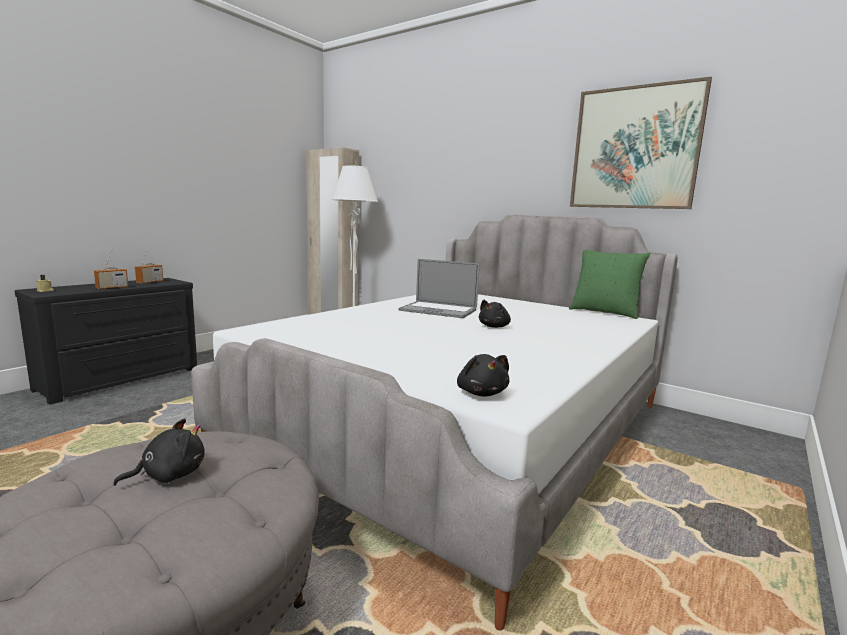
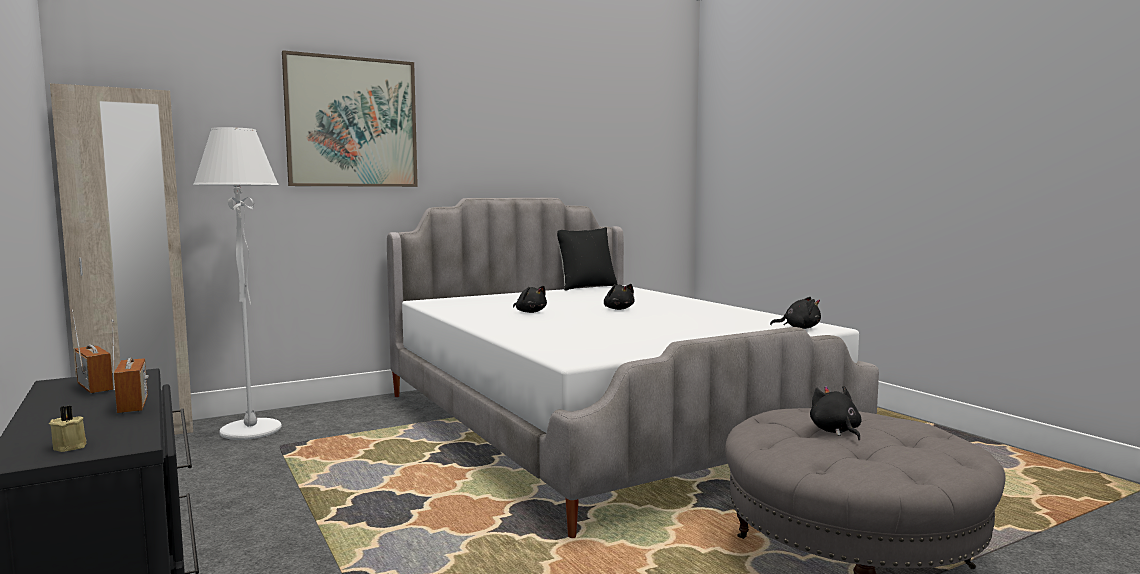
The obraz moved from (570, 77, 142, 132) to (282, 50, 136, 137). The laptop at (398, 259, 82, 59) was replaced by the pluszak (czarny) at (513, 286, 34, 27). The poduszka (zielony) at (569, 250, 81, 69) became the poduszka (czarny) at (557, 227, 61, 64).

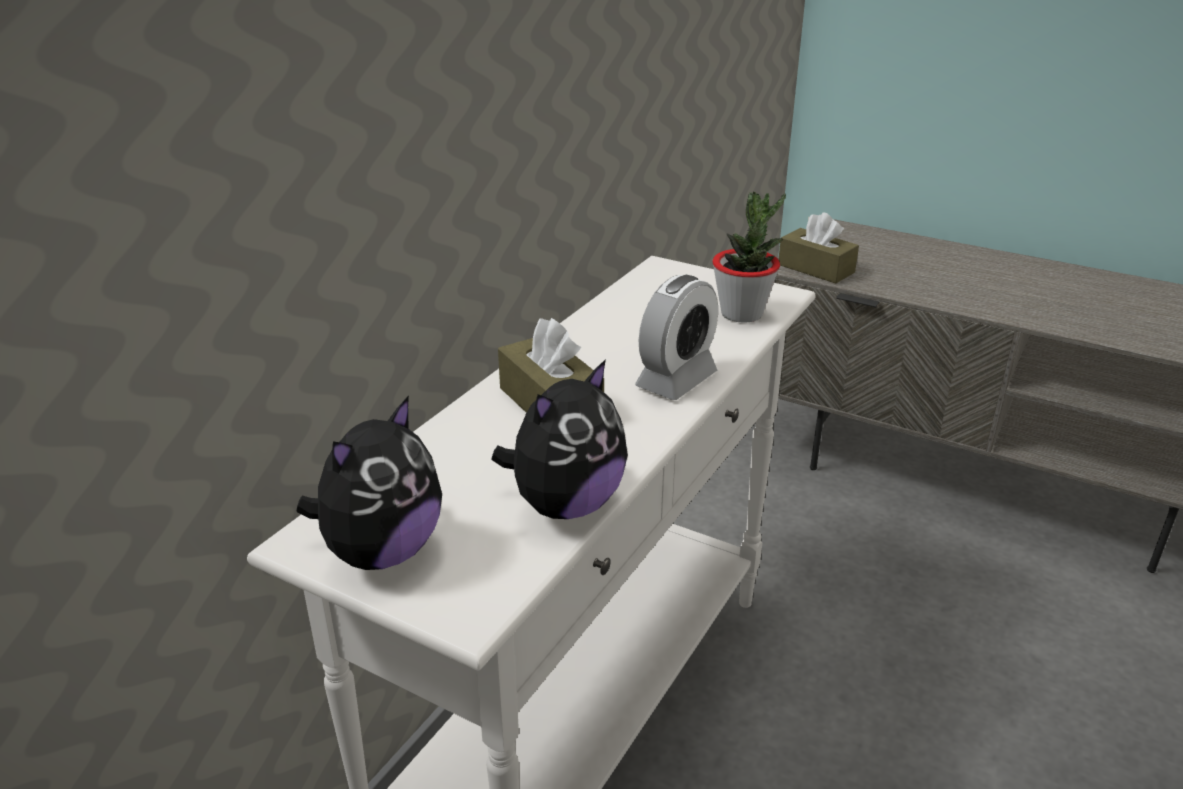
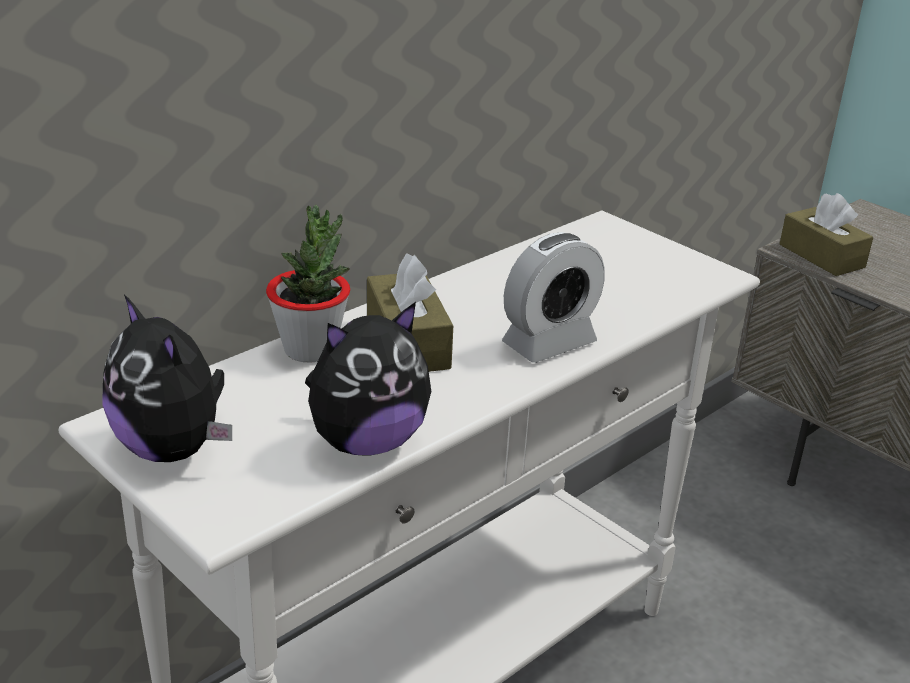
The pluszak at (296, 395, 146, 175) turned 90 degrees clockwise. The roślina doniczkowa moved from (712, 192, 74, 131) to (266, 205, 84, 158).

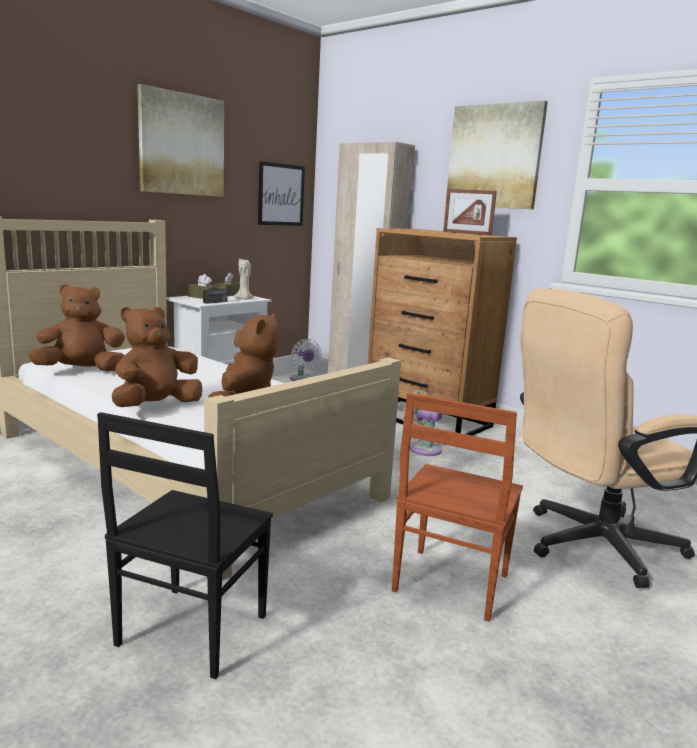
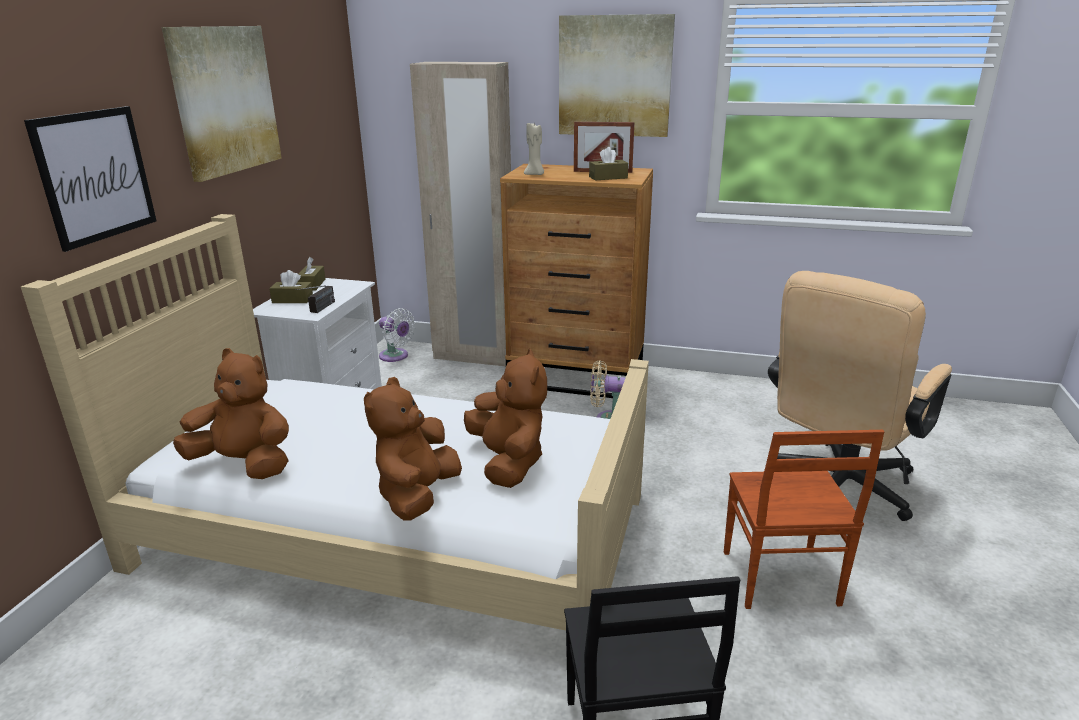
The obraz moved from (258, 161, 47, 65) to (24, 106, 132, 146). The pluszak (brązowy) at (28, 284, 97, 88) turned 60 degrees clockwise. The świeca (beżowy) moved from (234, 259, 20, 41) to (524, 123, 20, 52). The pudełko chusteczek (brązowy) at (589, 147, 39, 33) appeared.

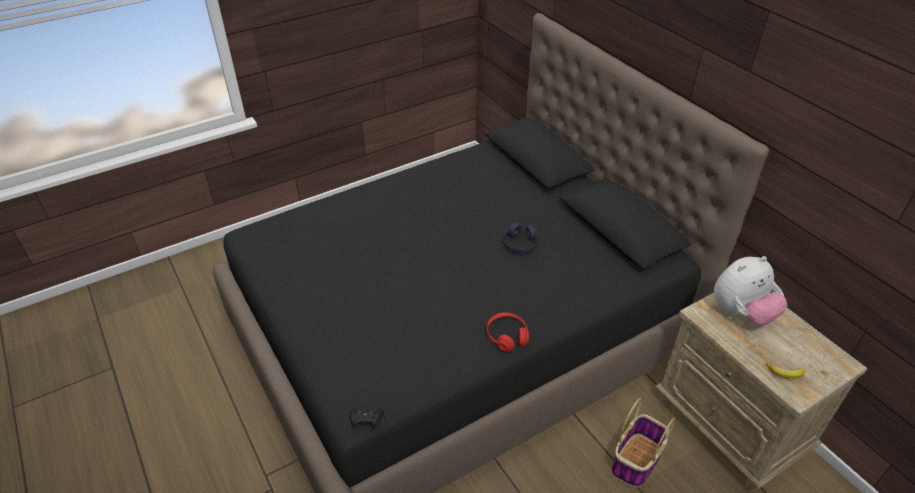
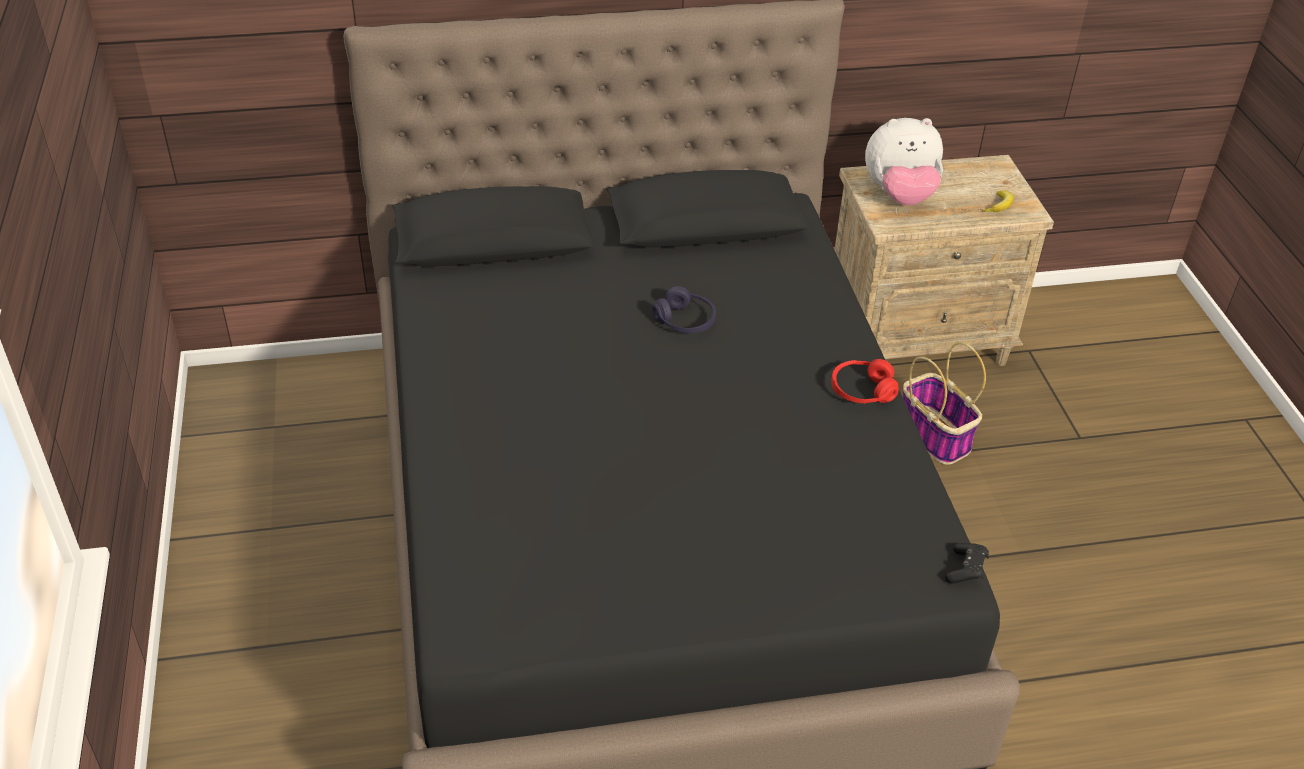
The pluszak at (714, 256, 74, 70) turned 90 degrees clockwise.

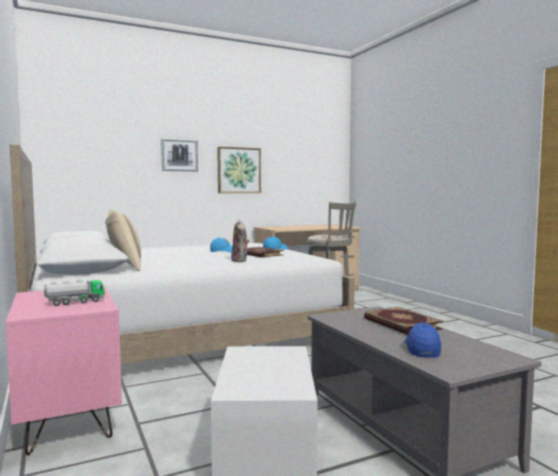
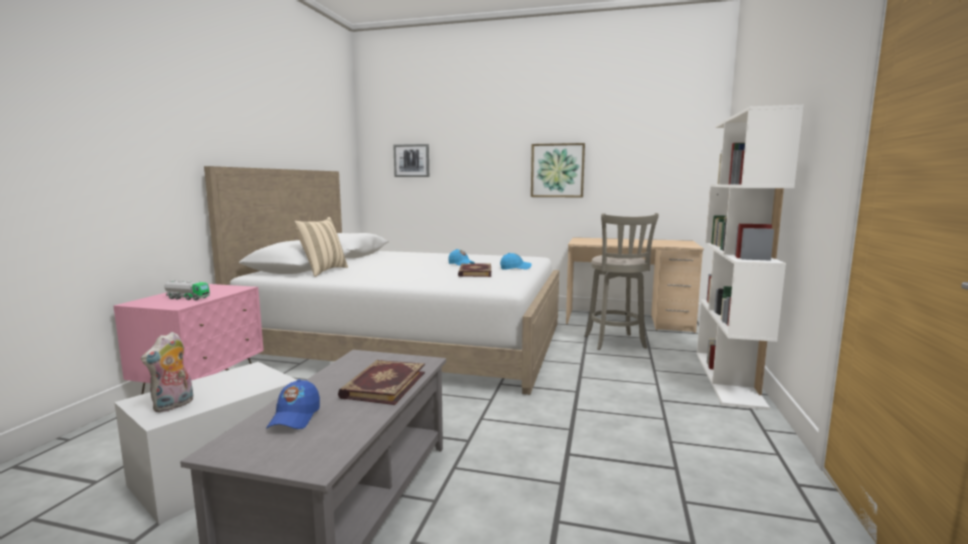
The pluszak moved from (231, 220, 19, 42) to (141, 332, 52, 80). The czapka z daszkiem (niebieski) at (404, 323, 37, 35) turned 135 degrees clockwise. The obraz moved from (161, 138, 37, 33) to (393, 144, 36, 33). The regał (biały) at (697, 105, 107, 305) appeared.

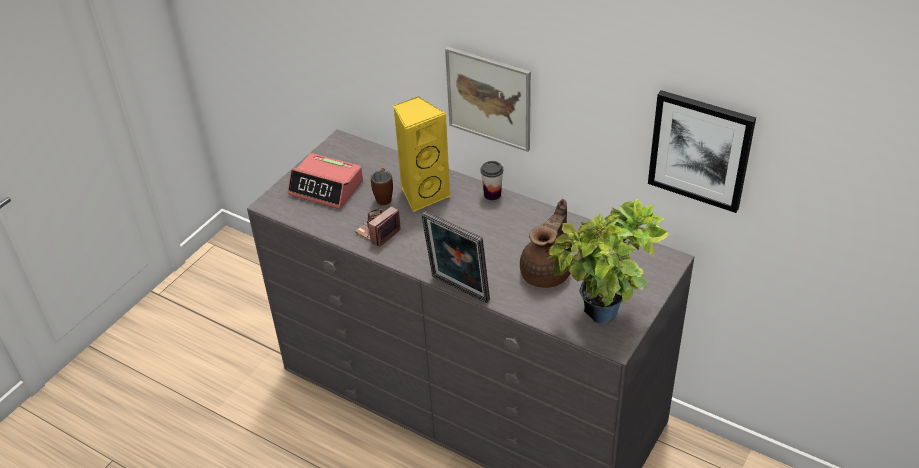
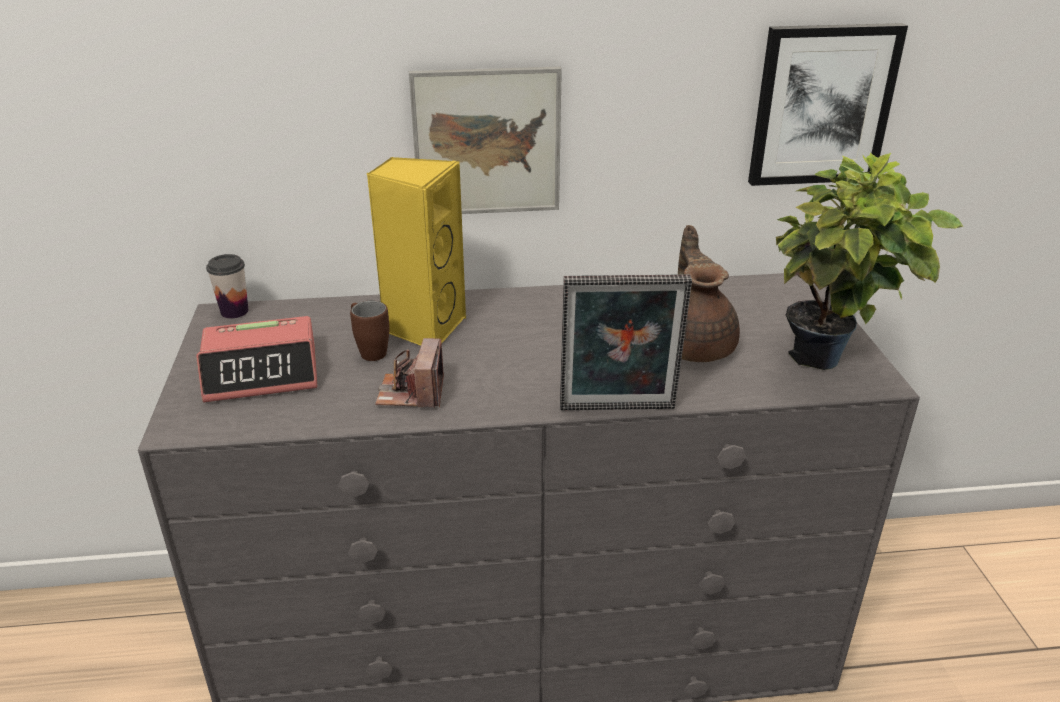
The filiżanka moved from (480, 161, 23, 39) to (206, 254, 42, 64).

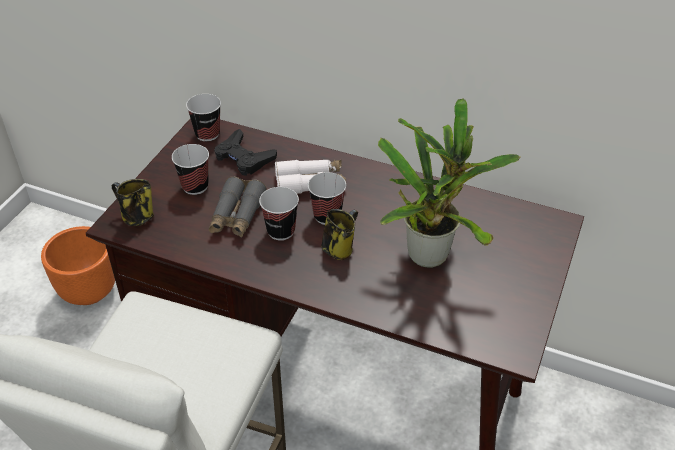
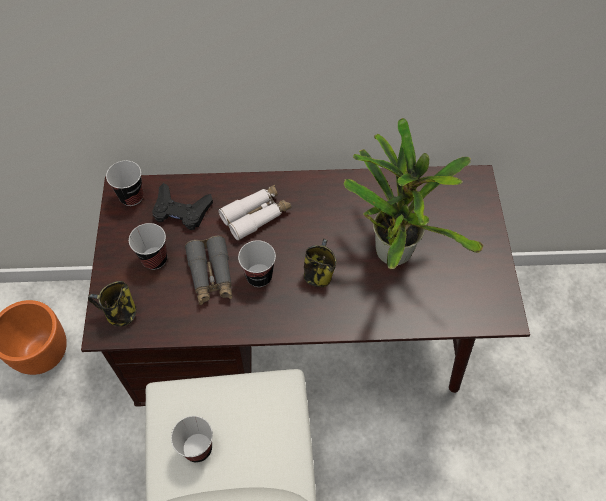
The filiżanka moved from (308, 172, 38, 53) to (171, 416, 42, 47).

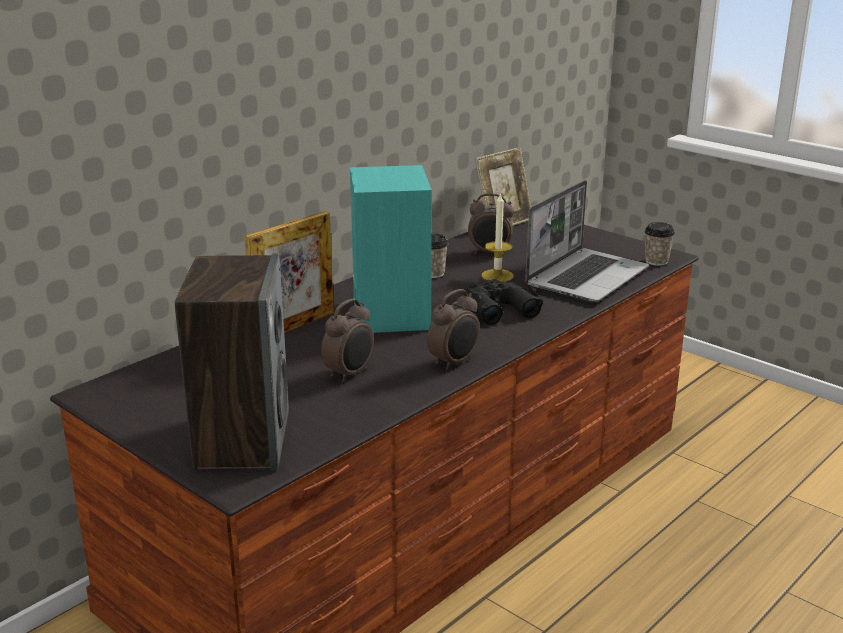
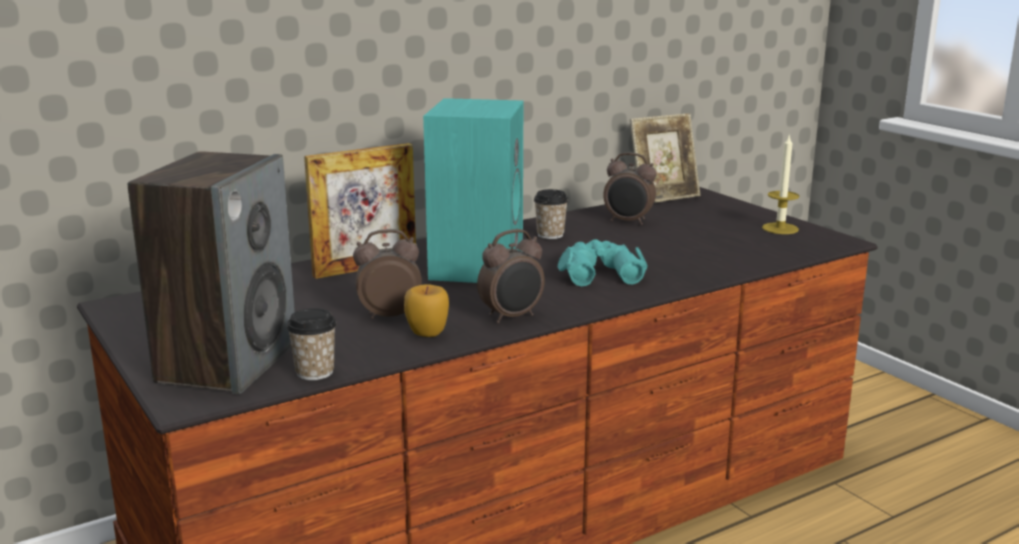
The filiżanka moved from (644, 222, 31, 44) to (287, 308, 49, 72). The budzik at (321, 299, 53, 84) turned 150 degrees counterclockwise. The jabłko at (404, 284, 45, 53) appeared. The lornetka (czarny) at (464, 279, 79, 46) became the lornetka (turkusowy) at (558, 239, 90, 47). The świeca moved from (482, 192, 32, 90) to (762, 136, 37, 98). The laptop at (525, 180, 124, 122) disappeared.

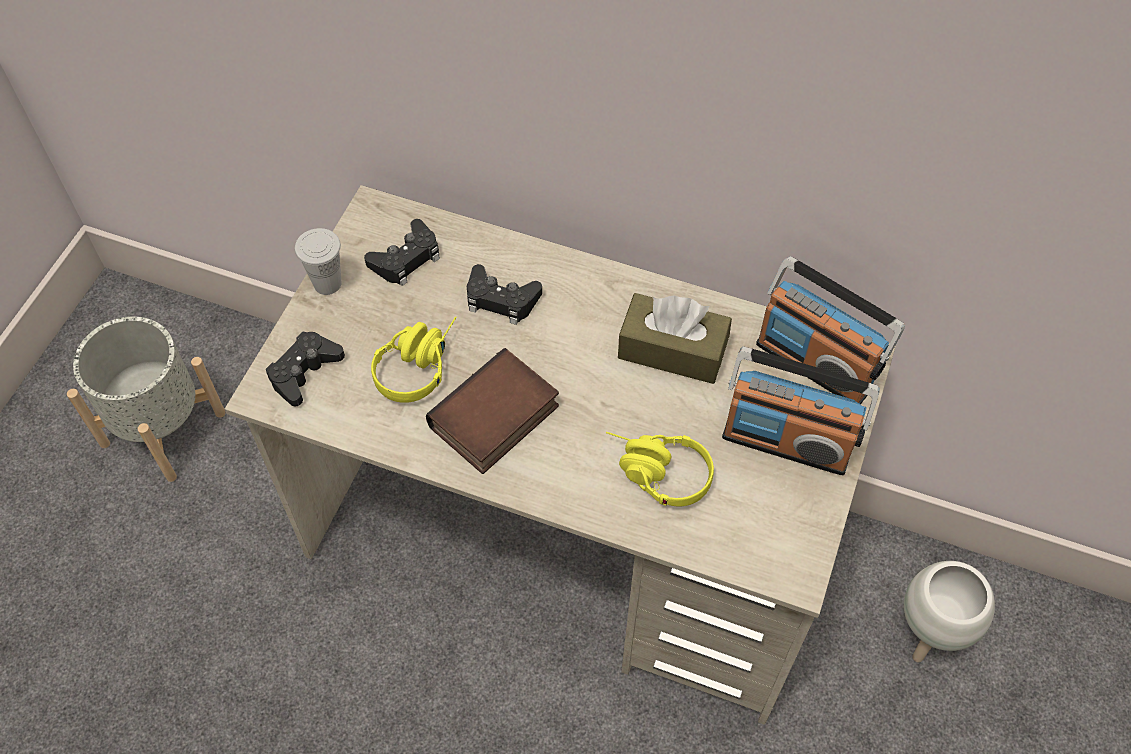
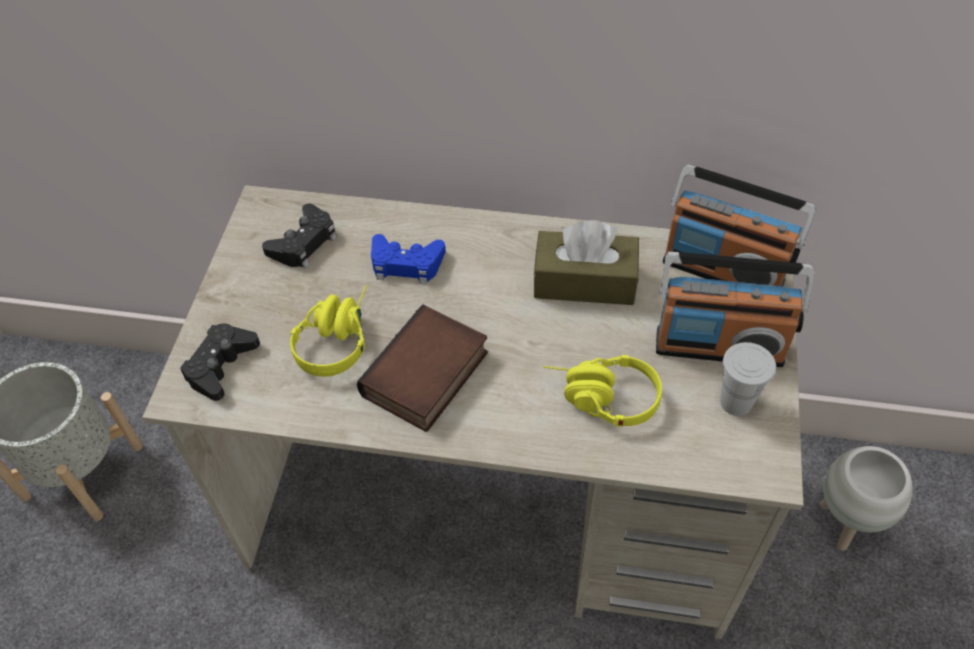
The pad do gier (czarny) at (467, 264, 75, 61) became the pad do gier (niebieski) at (371, 234, 75, 51). The filiżanka (biały) moved from (295, 228, 47, 67) to (720, 342, 56, 74).

